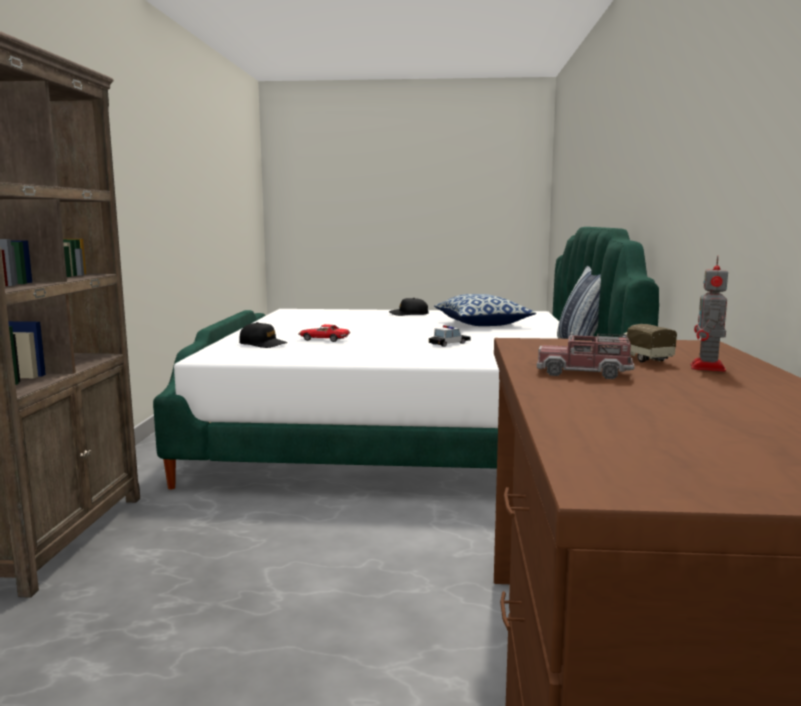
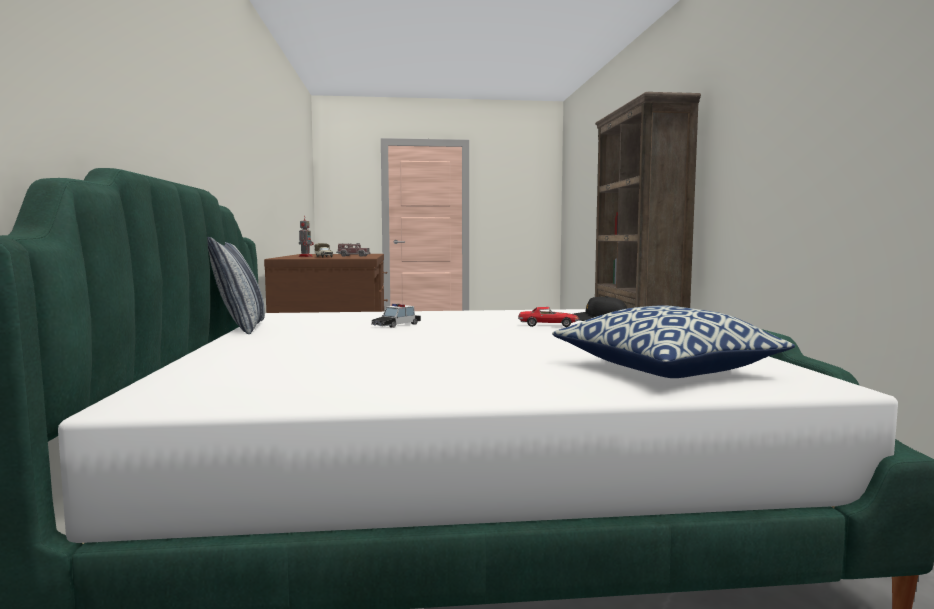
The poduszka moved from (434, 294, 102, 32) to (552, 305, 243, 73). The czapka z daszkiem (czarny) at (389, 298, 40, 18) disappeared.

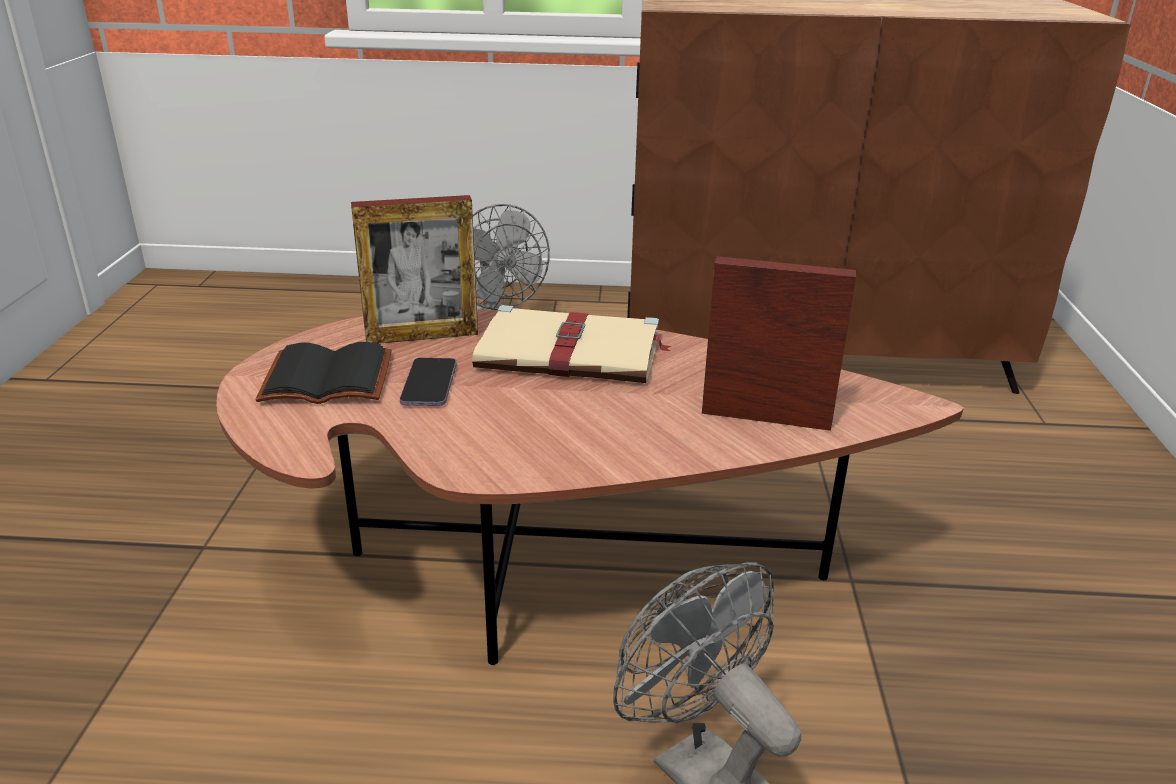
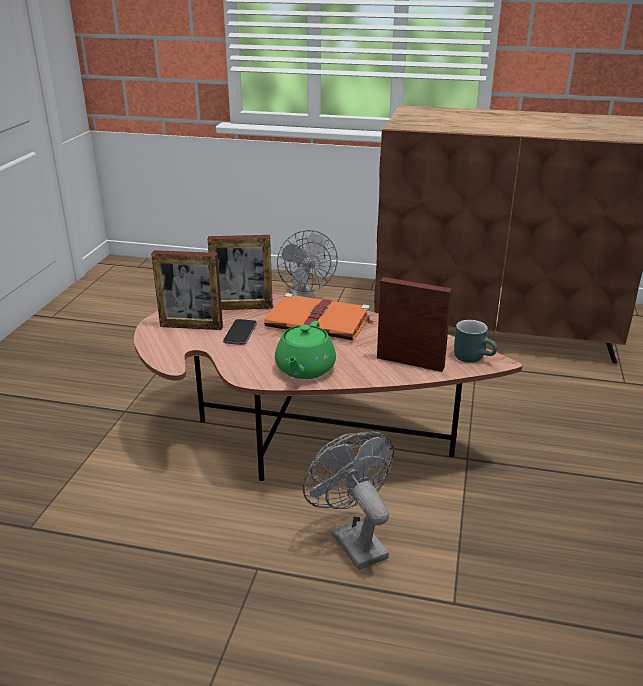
The książka (czarny) at (255, 342, 137, 62) was replaced by the ramka na zdjęcie at (151, 250, 72, 80). The książka (beżowy) at (472, 305, 199, 78) became the książka (pomarańczowy) at (264, 293, 111, 47). The imbryk (zielony) at (275, 321, 61, 58) appeared. The kubek (turkusowy) at (454, 320, 43, 43) appeared.

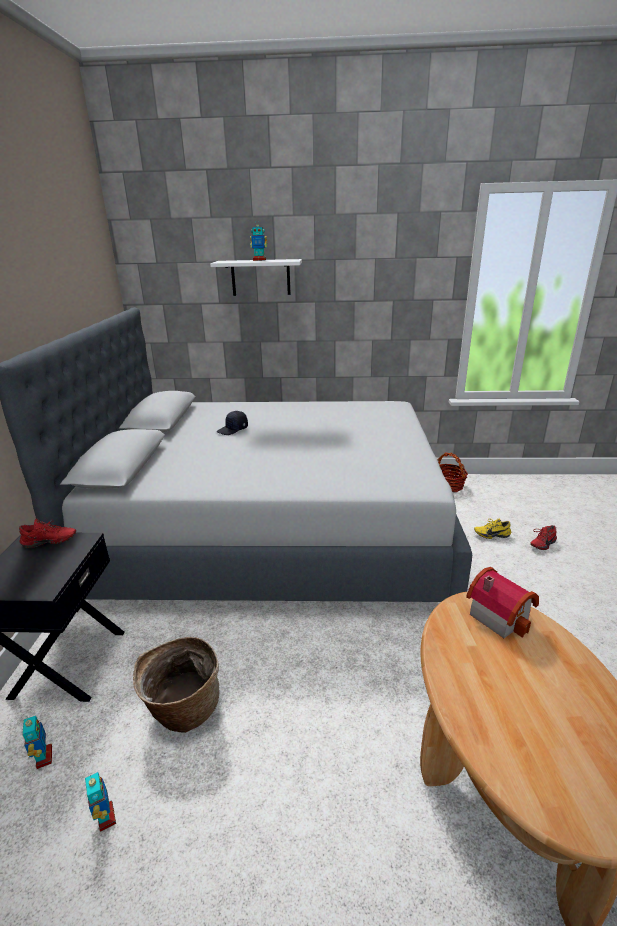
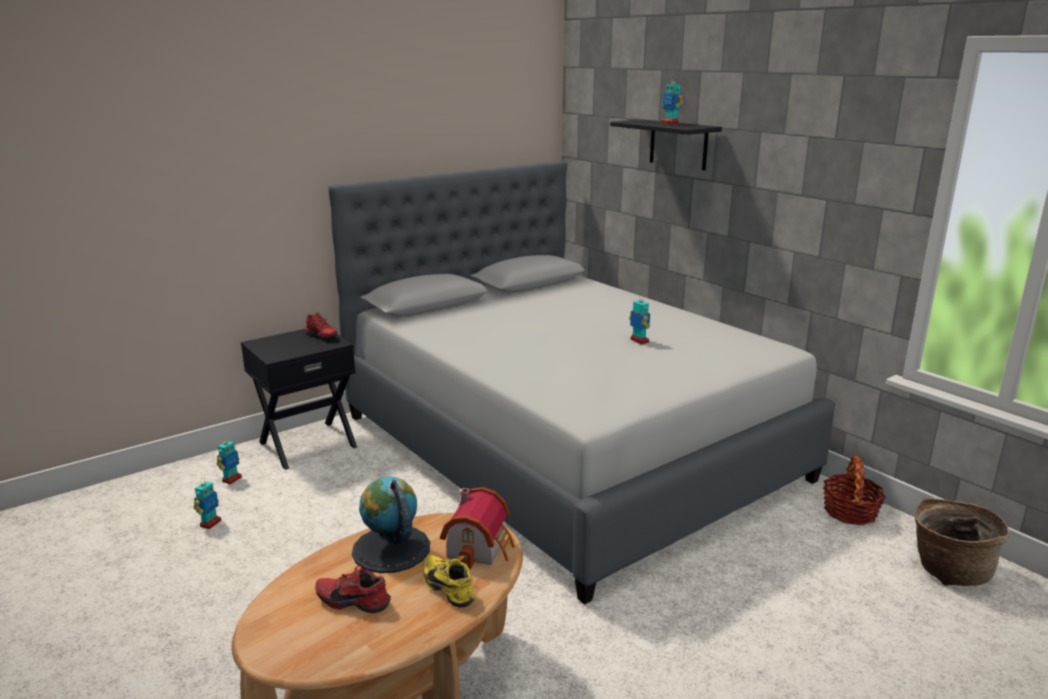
The but (czerwony) moved from (530, 525, 27, 25) to (315, 565, 76, 48). The globus at (352, 476, 78, 97) appeared. The but (żółty) moved from (474, 518, 37, 21) to (423, 555, 53, 53). The półka (biały) at (210, 259, 92, 37) became the półka (czarny) at (610, 119, 112, 51). The robot zabawkowy at (629, 295, 21, 49) appeared. The koszyk moved from (133, 637, 87, 96) to (914, 497, 95, 89). The czapka z daszkiem (czarny) at (217, 411, 31, 24) disappeared.

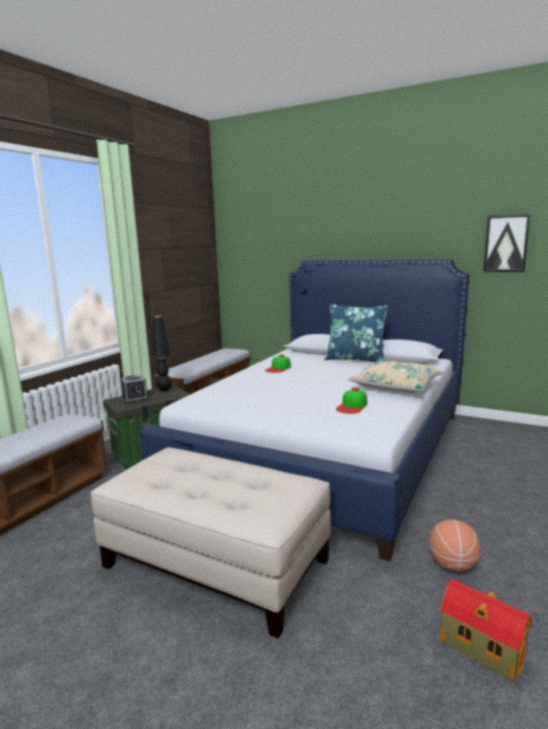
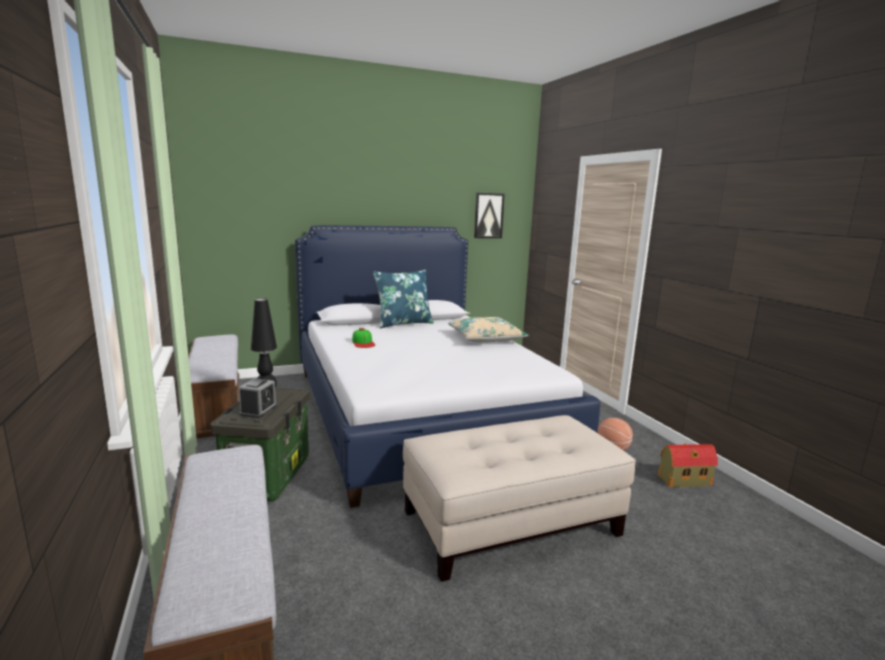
The czapka z daszkiem at (336, 388, 31, 26) disappeared.

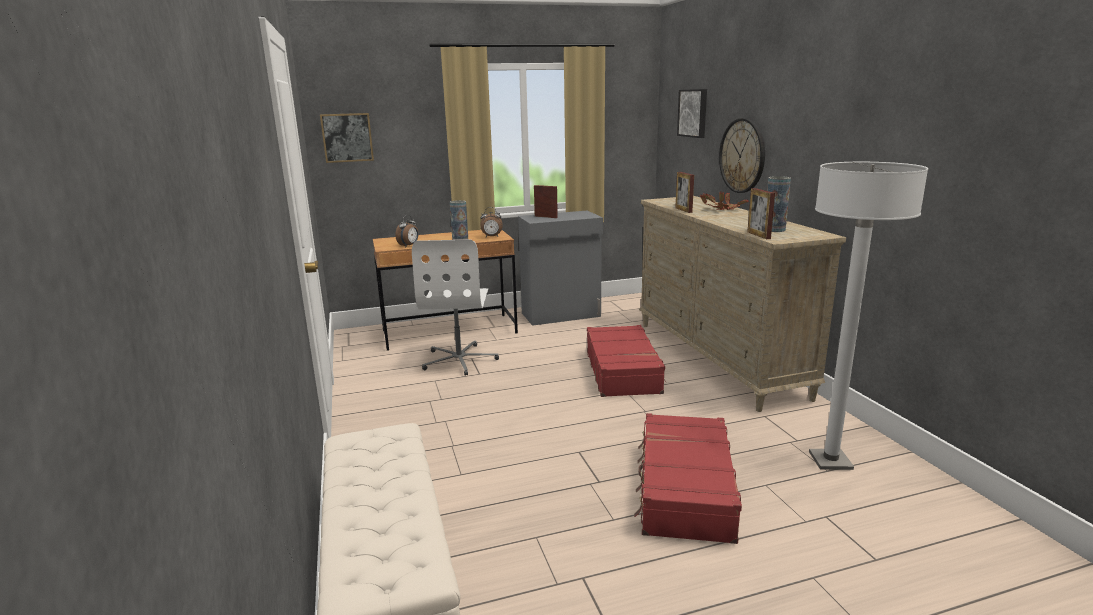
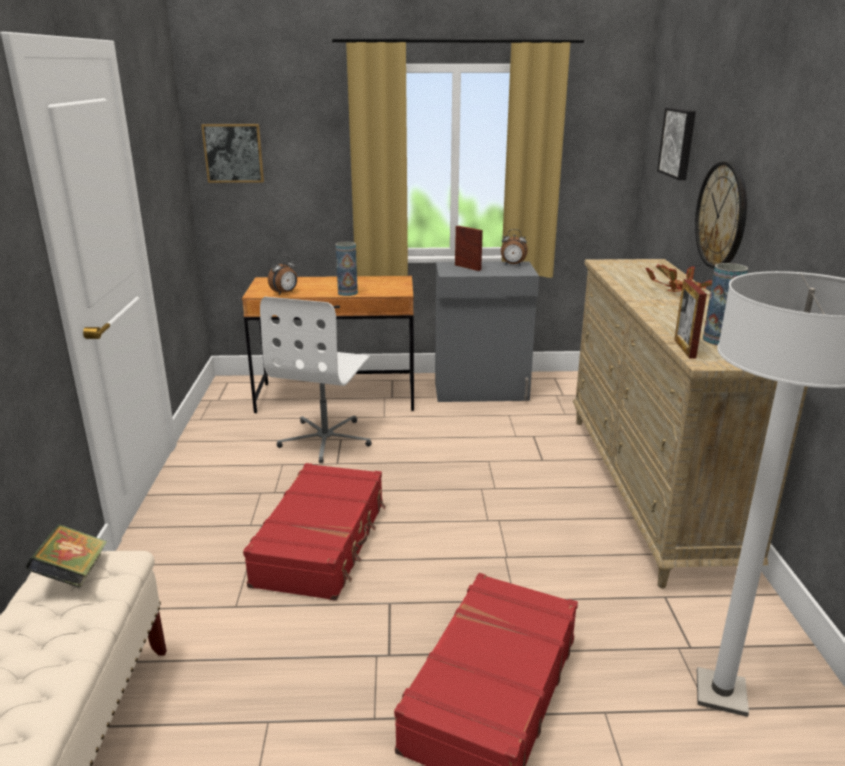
The książka at (25, 525, 82, 63) appeared. The walizka (czerwony) moved from (587, 325, 80, 72) to (243, 463, 143, 138). The budzik moved from (480, 207, 23, 30) to (501, 229, 27, 36). The ramka na zdjęcie at (675, 172, 19, 41) disappeared.

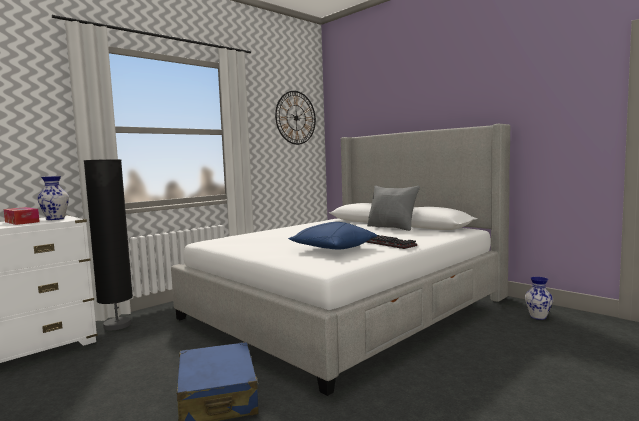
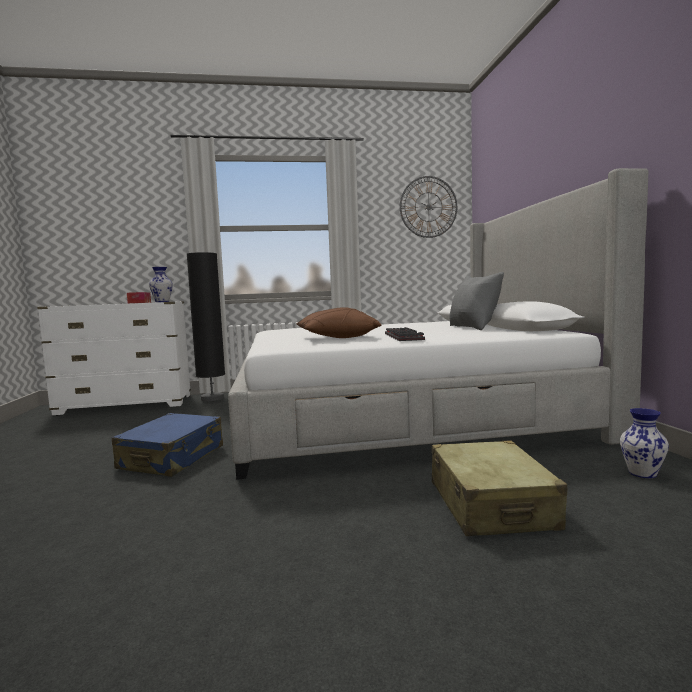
The poduszka (niebieski) at (288, 222, 89, 27) became the poduszka (brązowy) at (296, 307, 85, 31). The walizka (beżowy) at (432, 440, 135, 96) appeared.

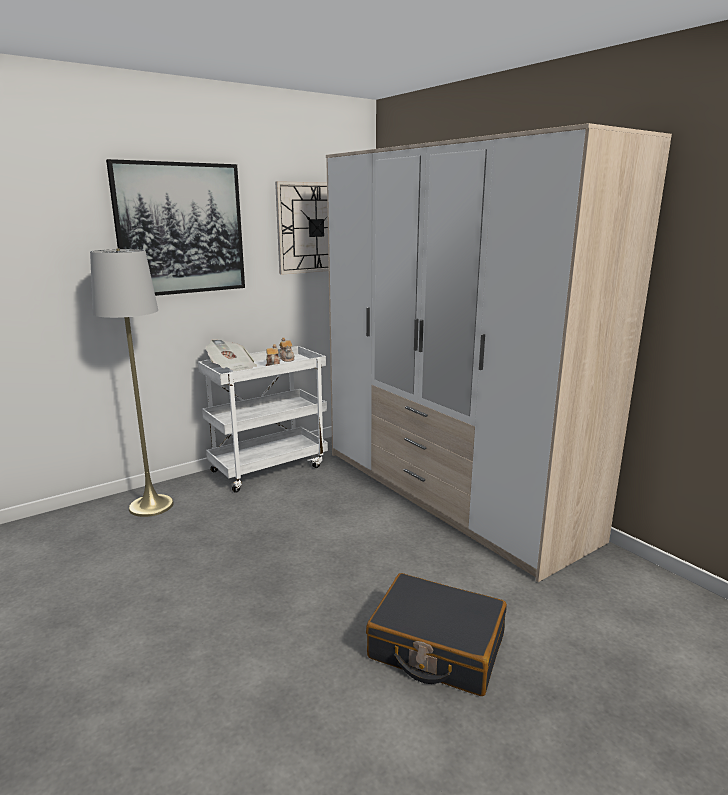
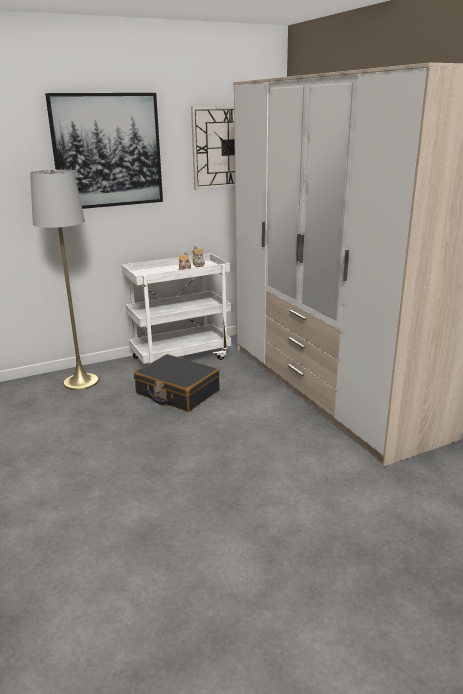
The walizka (czarny) moved from (366, 573, 141, 123) to (134, 354, 86, 58). The gazeta at (205, 339, 52, 33) disappeared.

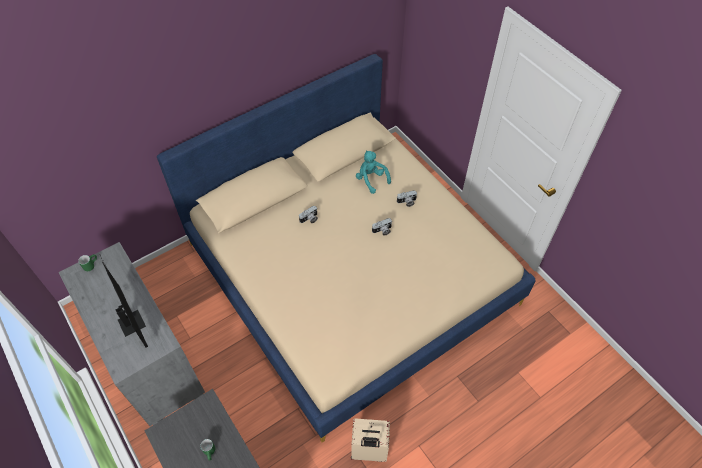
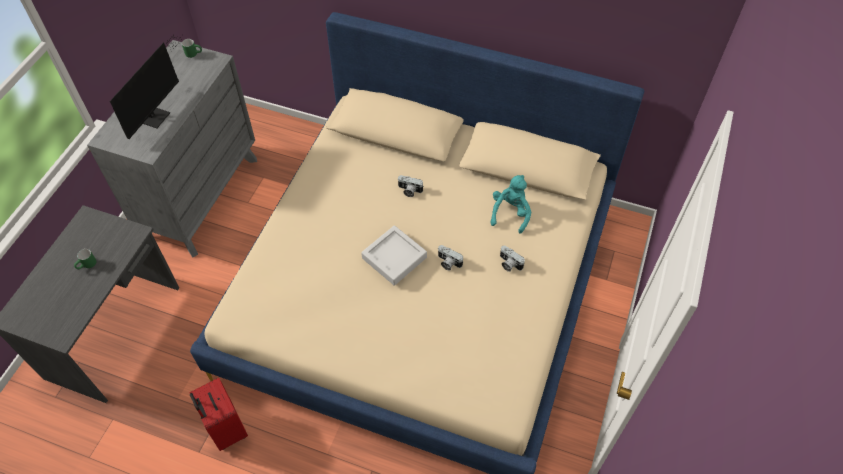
The walizka (beżowy) at (351, 419, 39, 43) became the walizka (czerwony) at (189, 378, 59, 73). The taca (szary) at (361, 225, 66, 61) appeared.

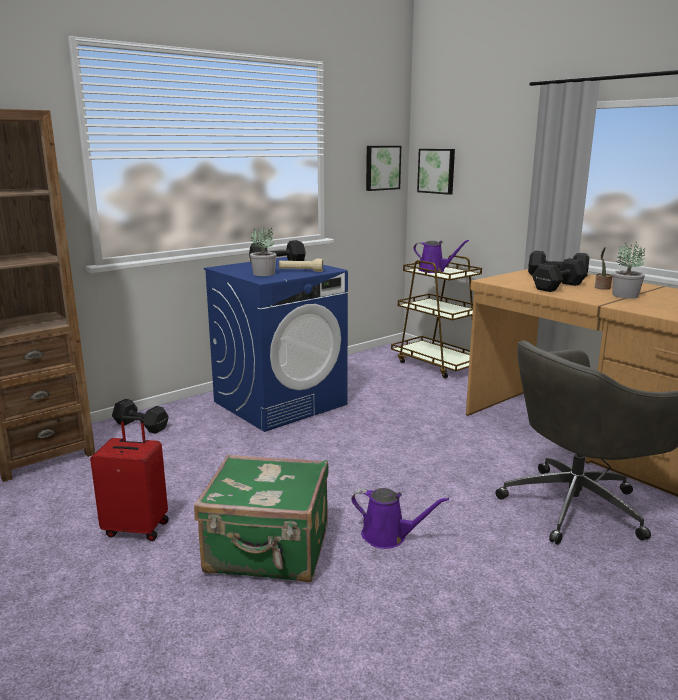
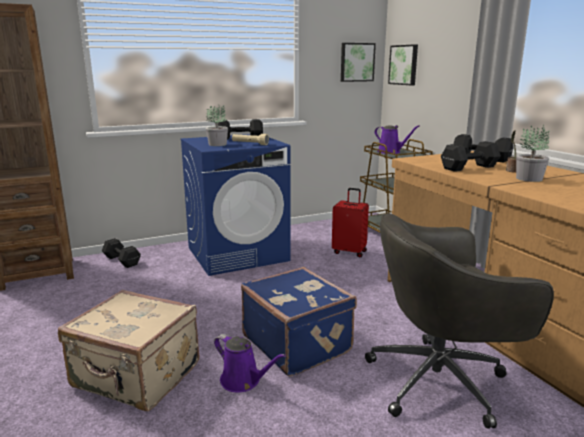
The walizka (zielony) at (194, 454, 135, 128) became the walizka (beżowy) at (58, 290, 141, 121). The walizka (niebieski) at (241, 267, 116, 109) appeared. The walizka (czerwony) moved from (90, 416, 79, 125) to (332, 188, 37, 70).

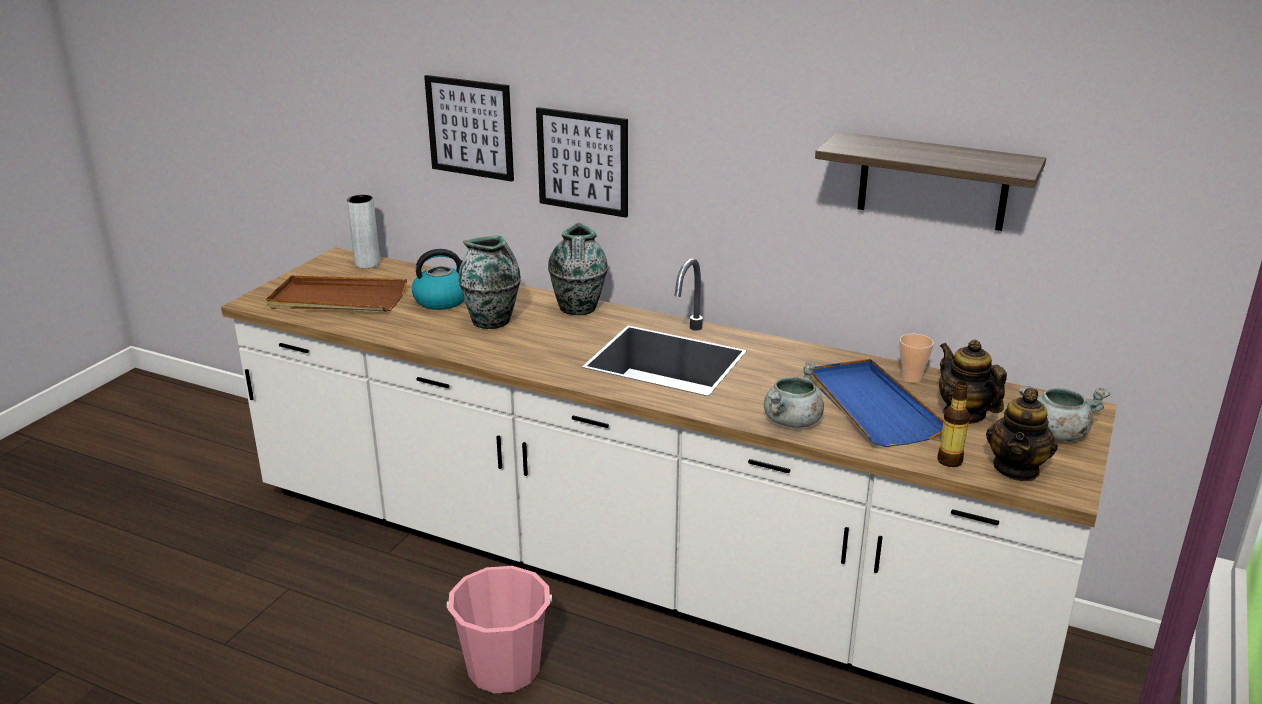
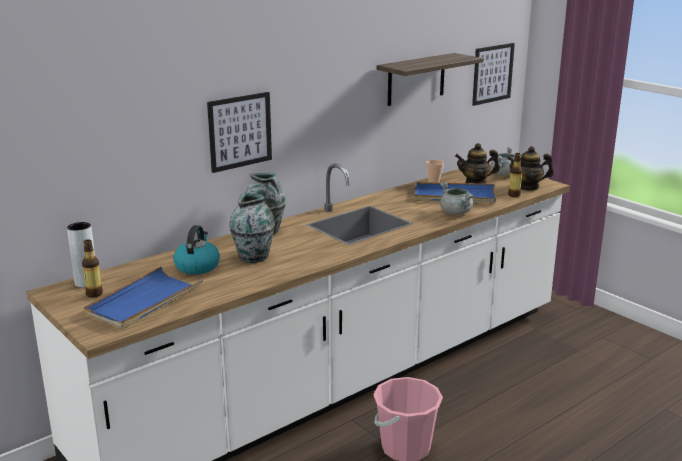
The butelka at (82, 239, 21, 59) appeared. The taca (brązowy) at (266, 276, 141, 35) became the taca (niebieski) at (84, 266, 119, 63). The obraz moved from (424, 75, 90, 107) to (472, 43, 43, 63). The imbryk at (986, 388, 72, 93) turned 135 degrees clockwise.

